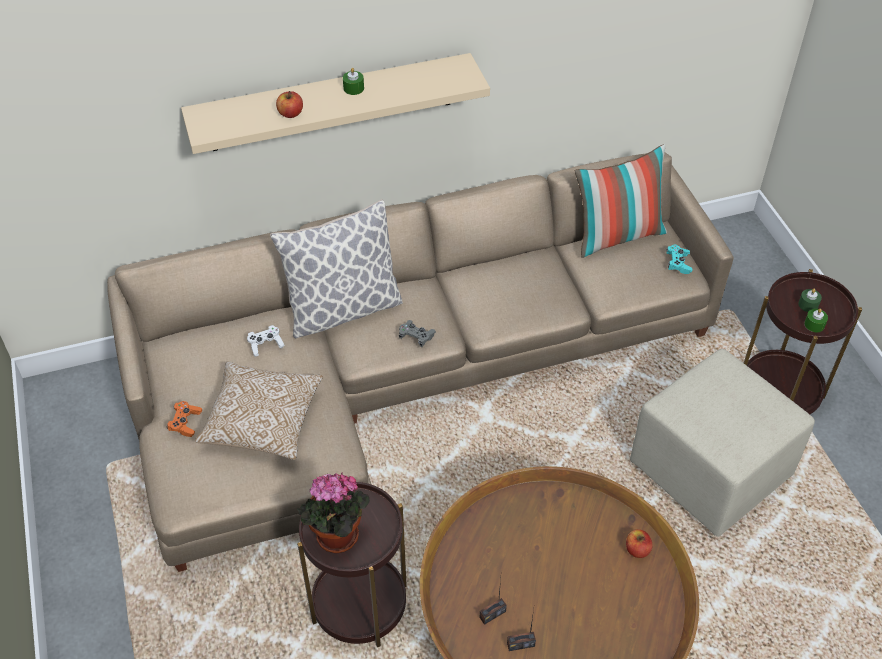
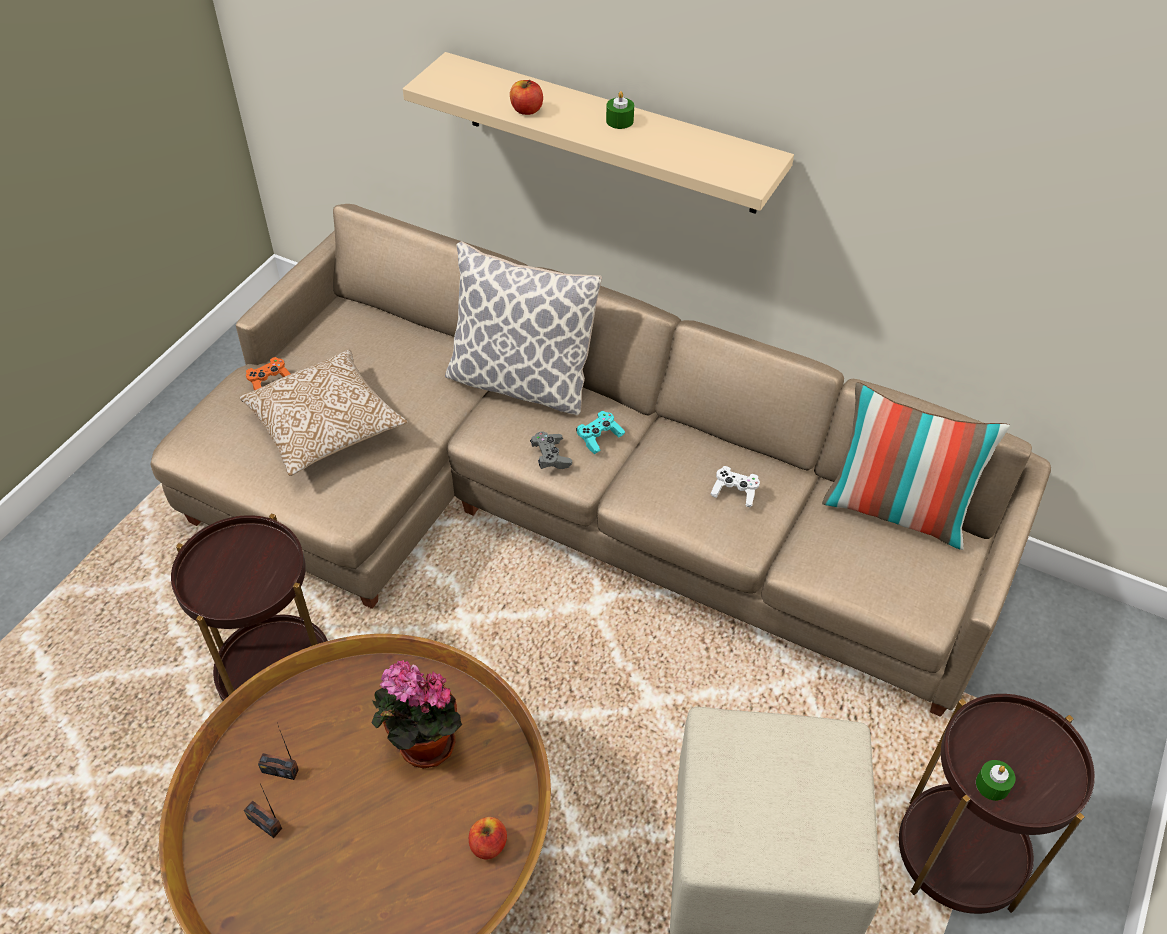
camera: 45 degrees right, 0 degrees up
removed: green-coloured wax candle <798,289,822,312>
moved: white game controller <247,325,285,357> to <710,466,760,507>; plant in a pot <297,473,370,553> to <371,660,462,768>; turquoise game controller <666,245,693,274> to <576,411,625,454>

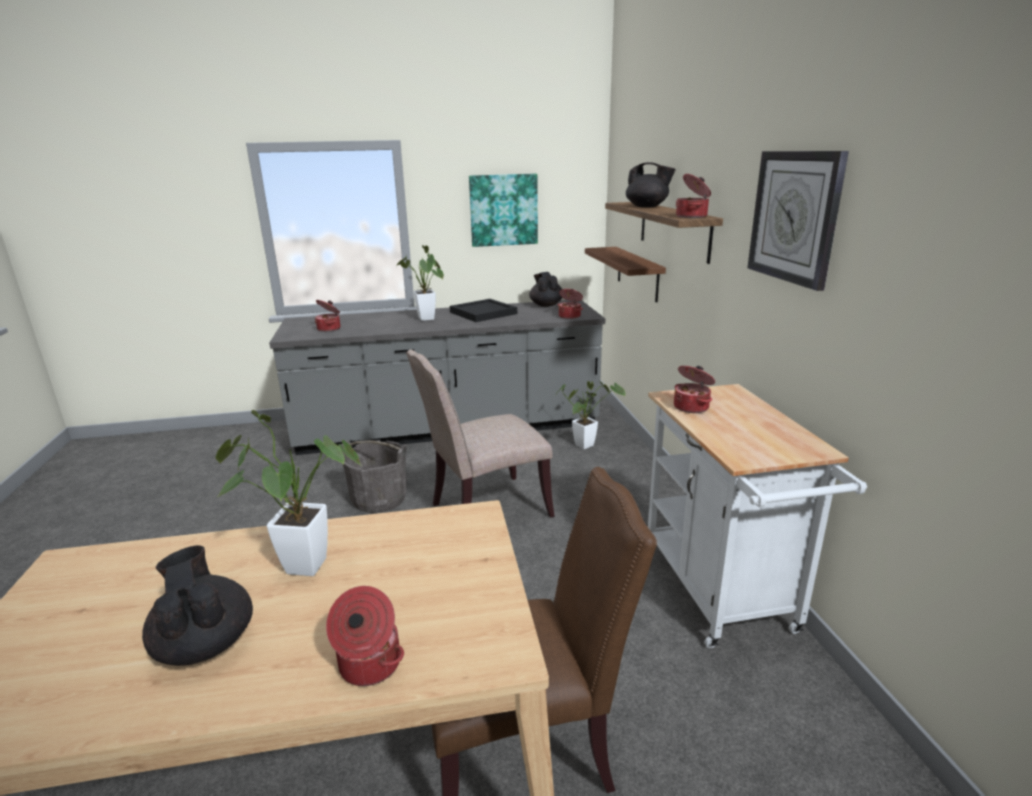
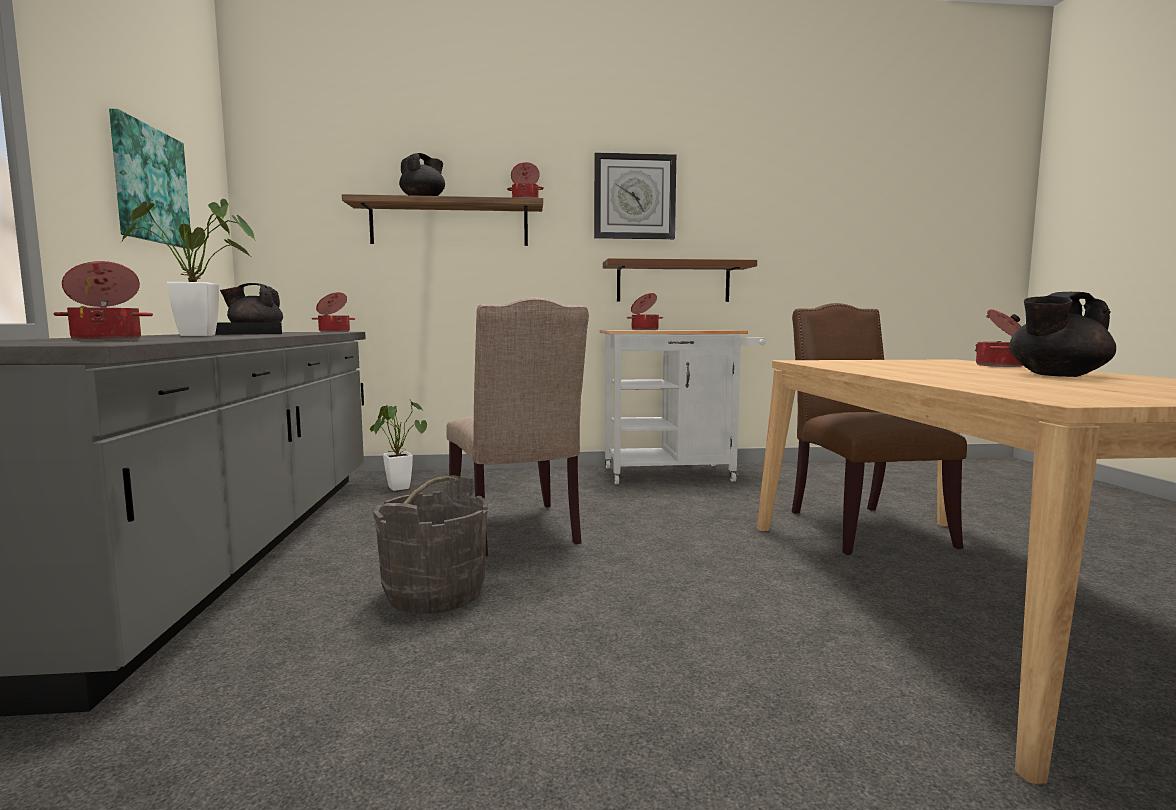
camera: 85 degrees left, 15 degrees down
removed: plant in a pot <215,410,362,576>
moved: brown bracket shelf <585,247,666,303> to <603,258,757,302>

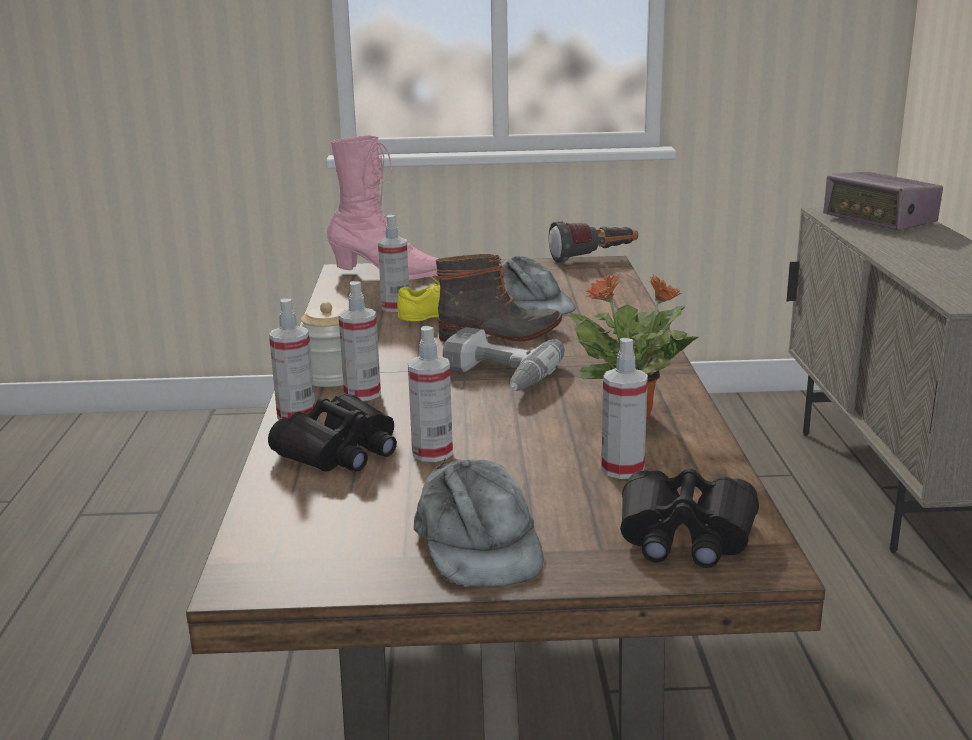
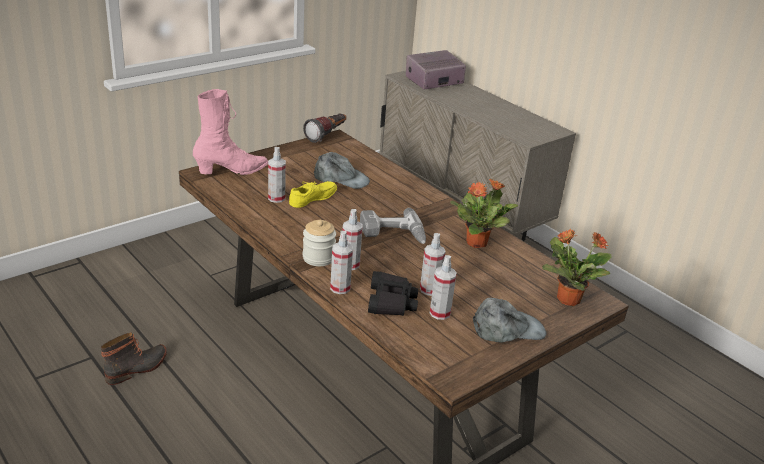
camera: 40 degrees left, 10 degrees up
moved: boot <436,254,562,342> to <101,333,167,385>; sprayer <601,338,648,479> to <430,255,457,320>
replaced: black pair of binoculars <620,468,759,568> to plant in a pot <542,229,612,306>
turned: gray peaked cap <414,458,544,587> = <473,298,547,343> 45 degrees counterclockwise; radio set <823,172,943,230> = <406,50,466,90> 135 degrees clockwise

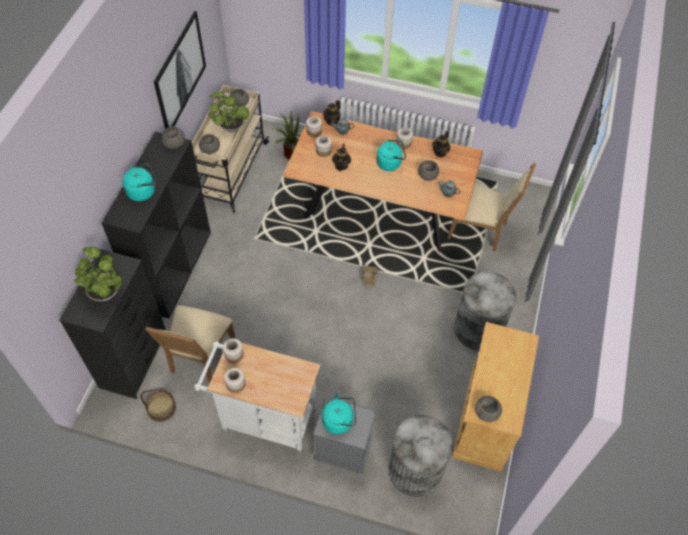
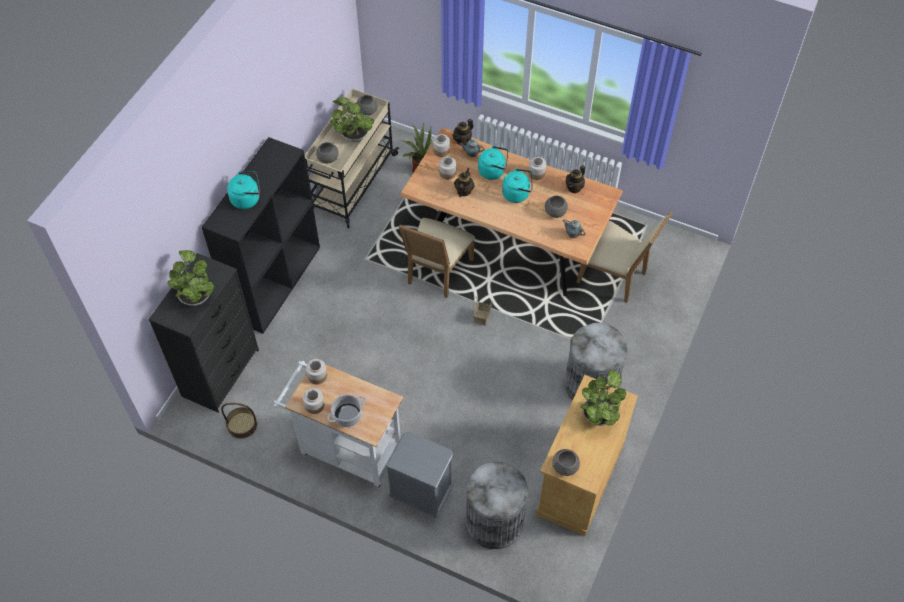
camera: 10 degrees right, 0 degrees up
removed: picture <154,11,206,129>; gray deep dish <161,126,185,149>
added: stockpot <327,394,366,427>; plant in a pot <581,370,626,426>
moved: sand-coloured upright chair <145,305,236,383> to <399,218,475,298>; turquoise kettle <322,393,356,434> to <478,146,508,180>

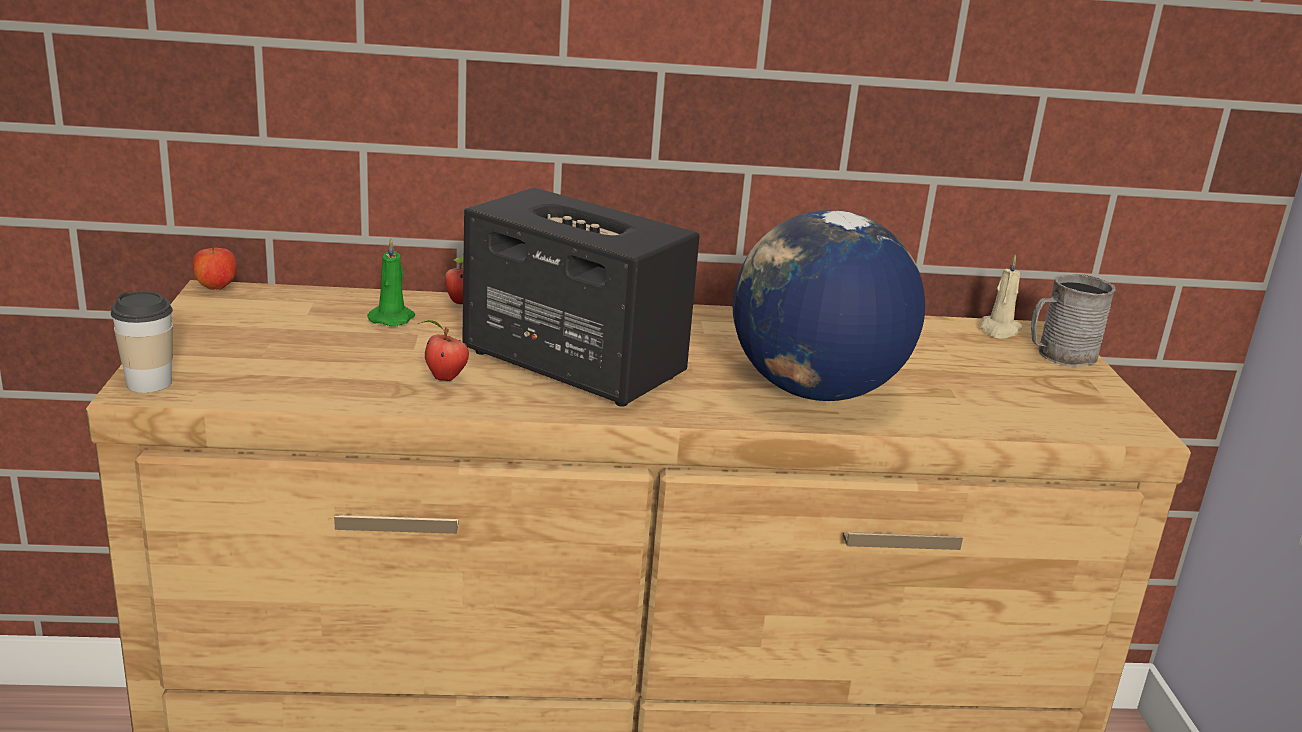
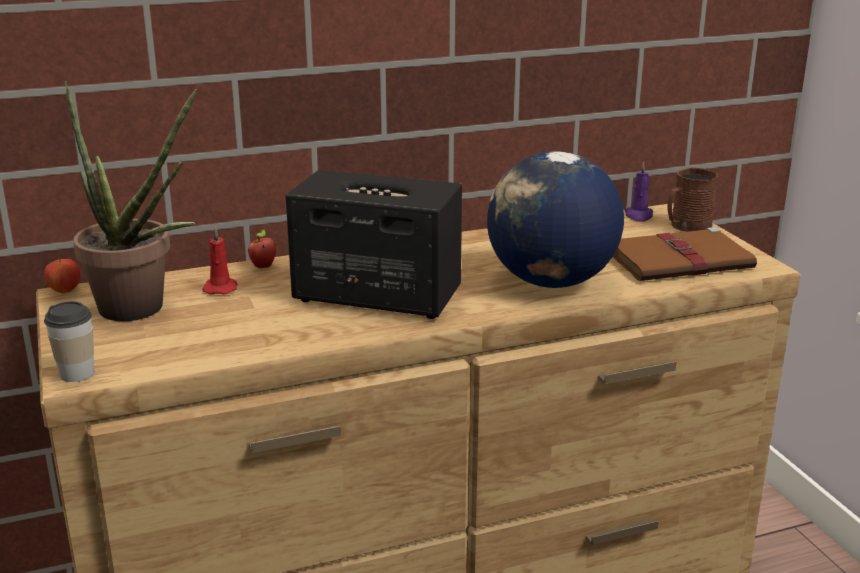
camera: 15 degrees left, 0 degrees up
removed: whole apple <419,320,469,381>
added: plant in a pot <64,81,197,321>; brown bound book <613,227,757,281>
recoloured: green-coloured wax candle <367,238,415,326> to red-coloured wax candle <202,227,237,295>; sand-coloured wax candle <980,254,1022,338> to purplish wax candle <624,162,653,222>; gray coffee mug <1031,274,1115,366> to brown coffee mug <667,167,718,232>

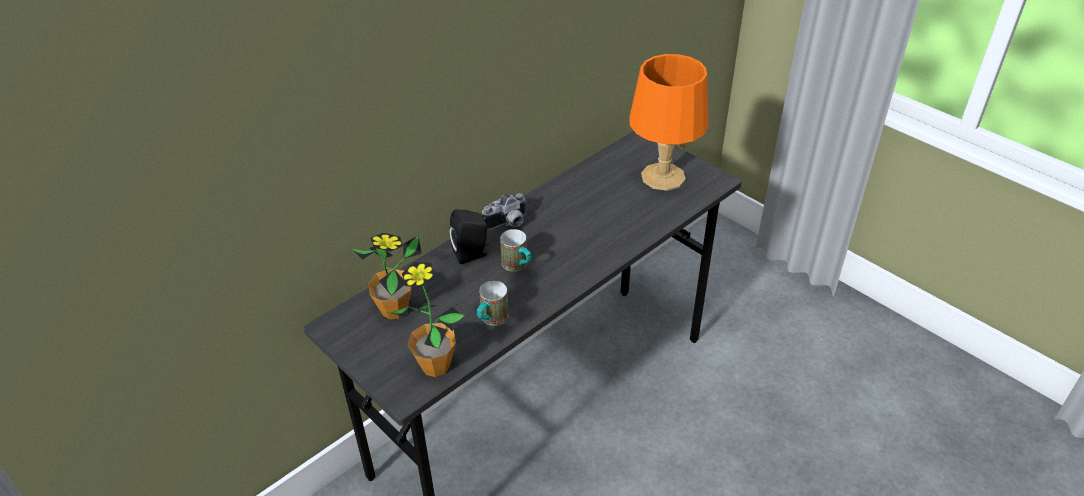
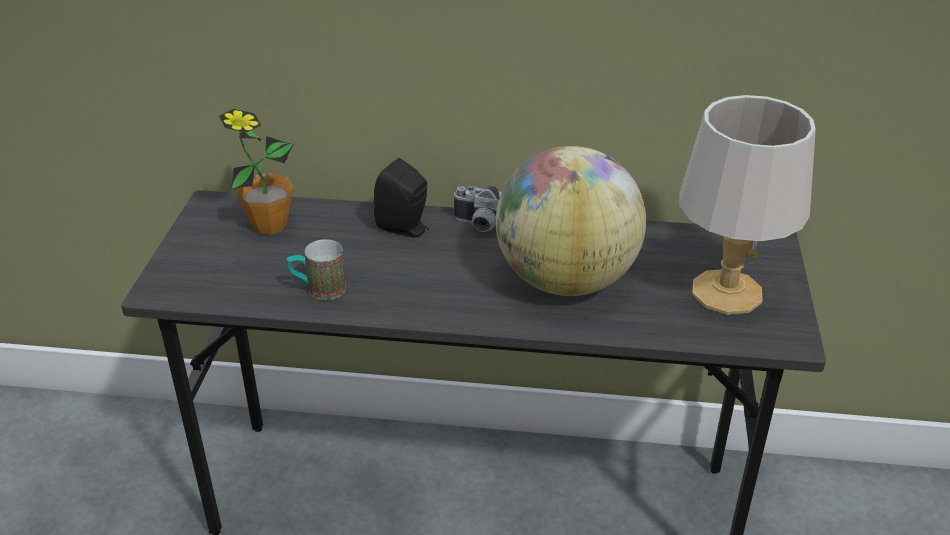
camera: 50 degrees right, 5 degrees down
removed: plant in a pot <389,262,465,377>; coffee mug <500,229,531,272>
added: desk globe <496,146,646,296>
recoloured: orangey table lamp <629,54,709,191> to gray table lamp <679,95,816,315>

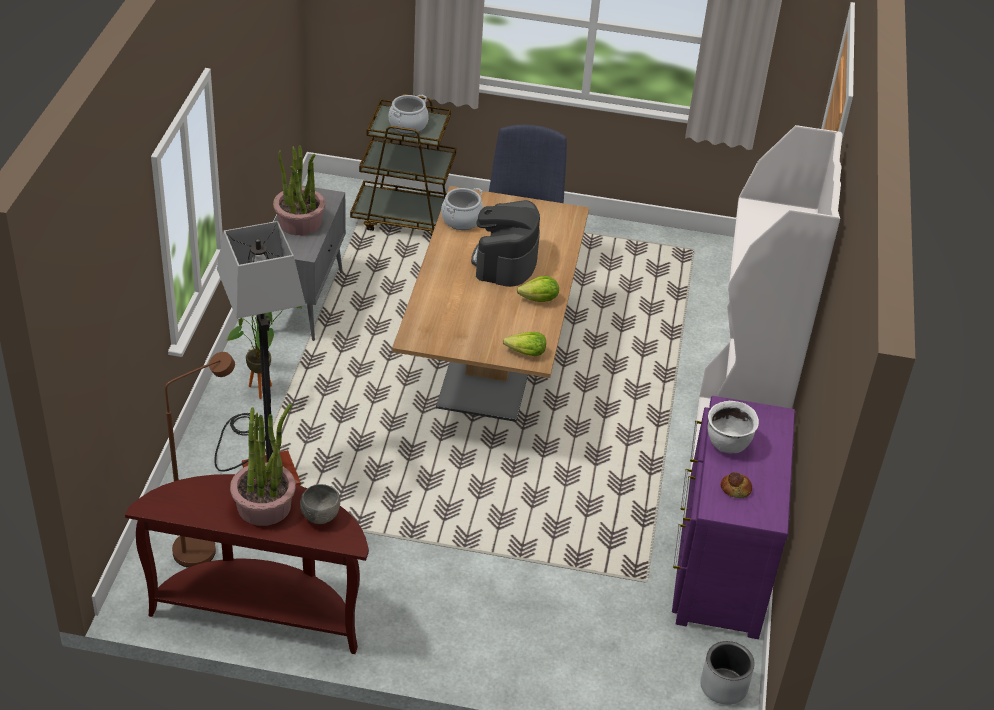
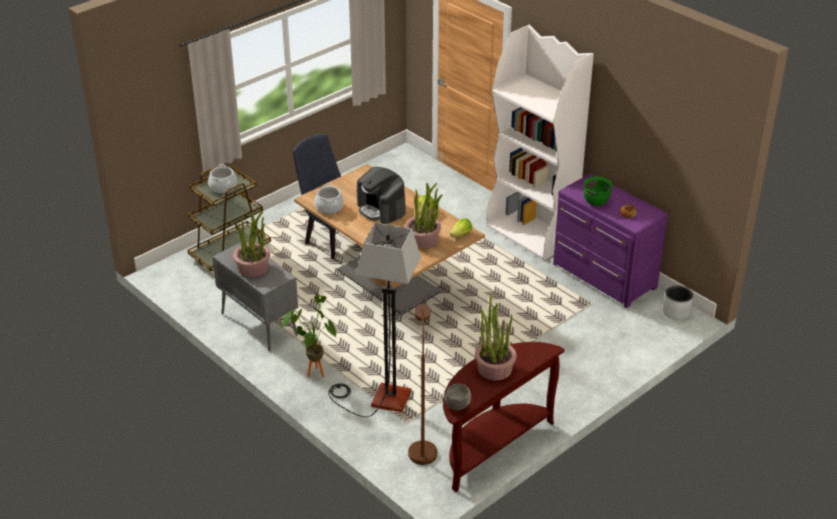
camera: 50 degrees left, 5 degrees down
added: plant in a pot <405,183,442,248>
moved: gray deep dish <300,484,340,524> to <444,384,471,410>
recoloured: white stockpot <708,401,759,453> to green-coloured stockpot <583,176,613,206>

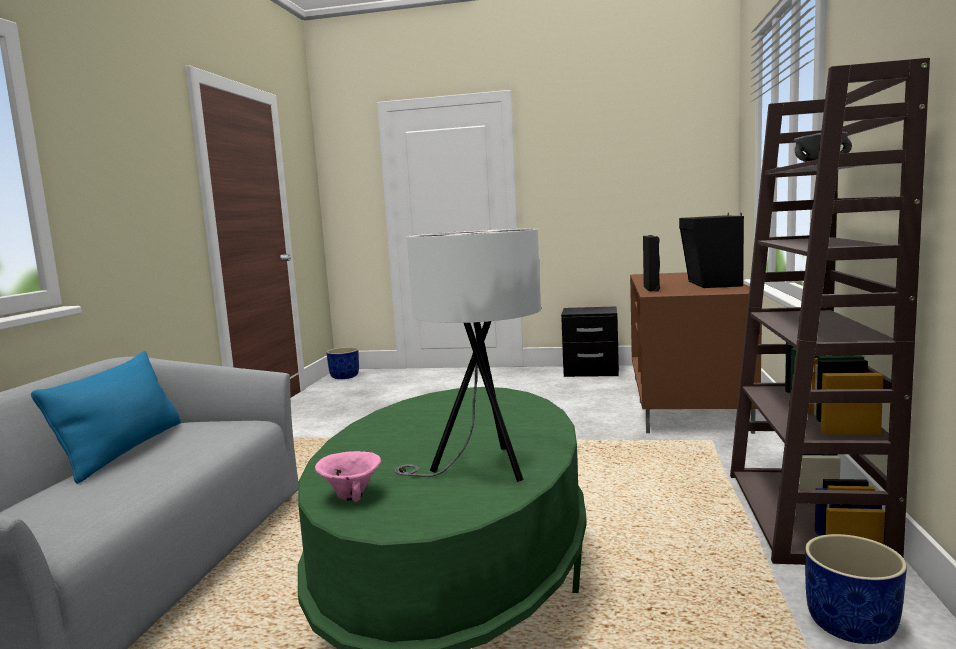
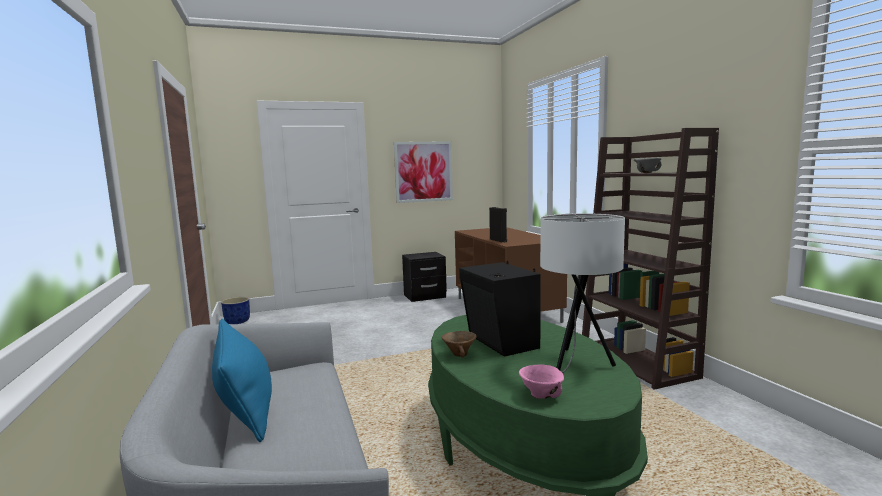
camera: 30 degrees left, 0 degrees up
removed: blue-coloured planter <805,534,907,644>
added: picture <394,141,453,203>; brown deep dish <442,331,477,358>
moved: black loudspeaker <679,213,744,288> to <459,261,541,357>

